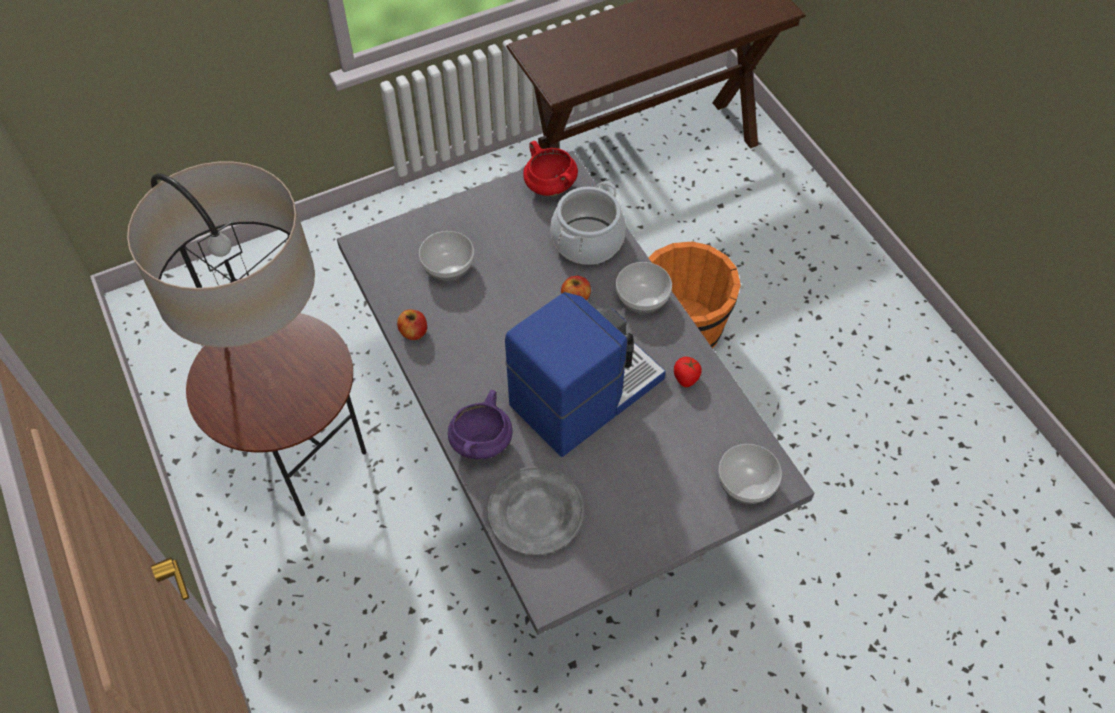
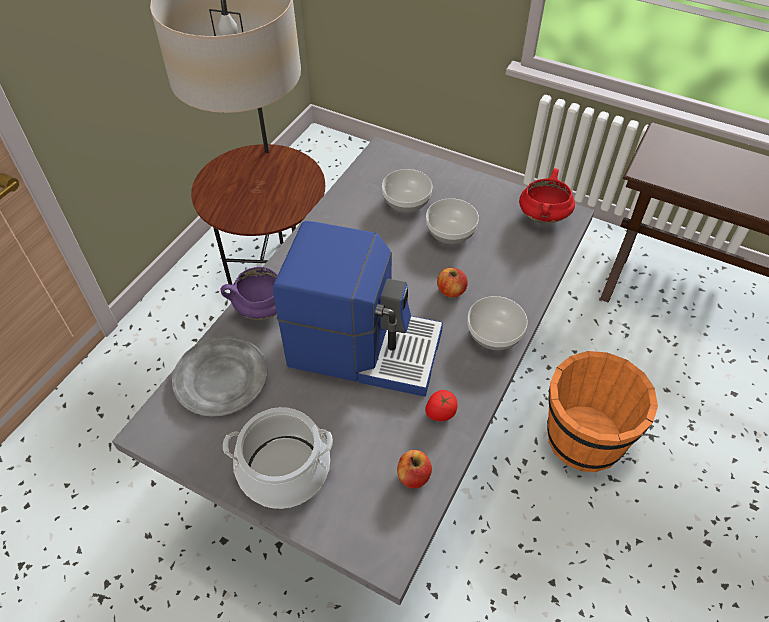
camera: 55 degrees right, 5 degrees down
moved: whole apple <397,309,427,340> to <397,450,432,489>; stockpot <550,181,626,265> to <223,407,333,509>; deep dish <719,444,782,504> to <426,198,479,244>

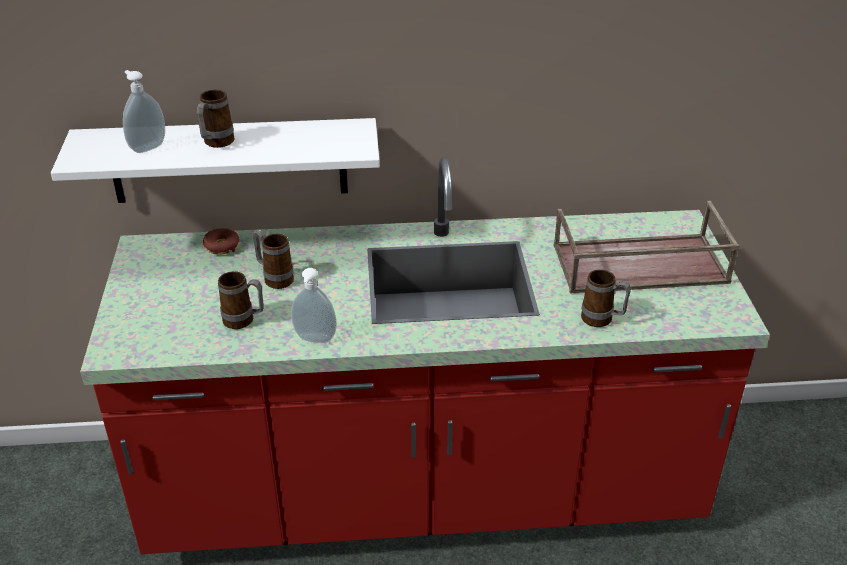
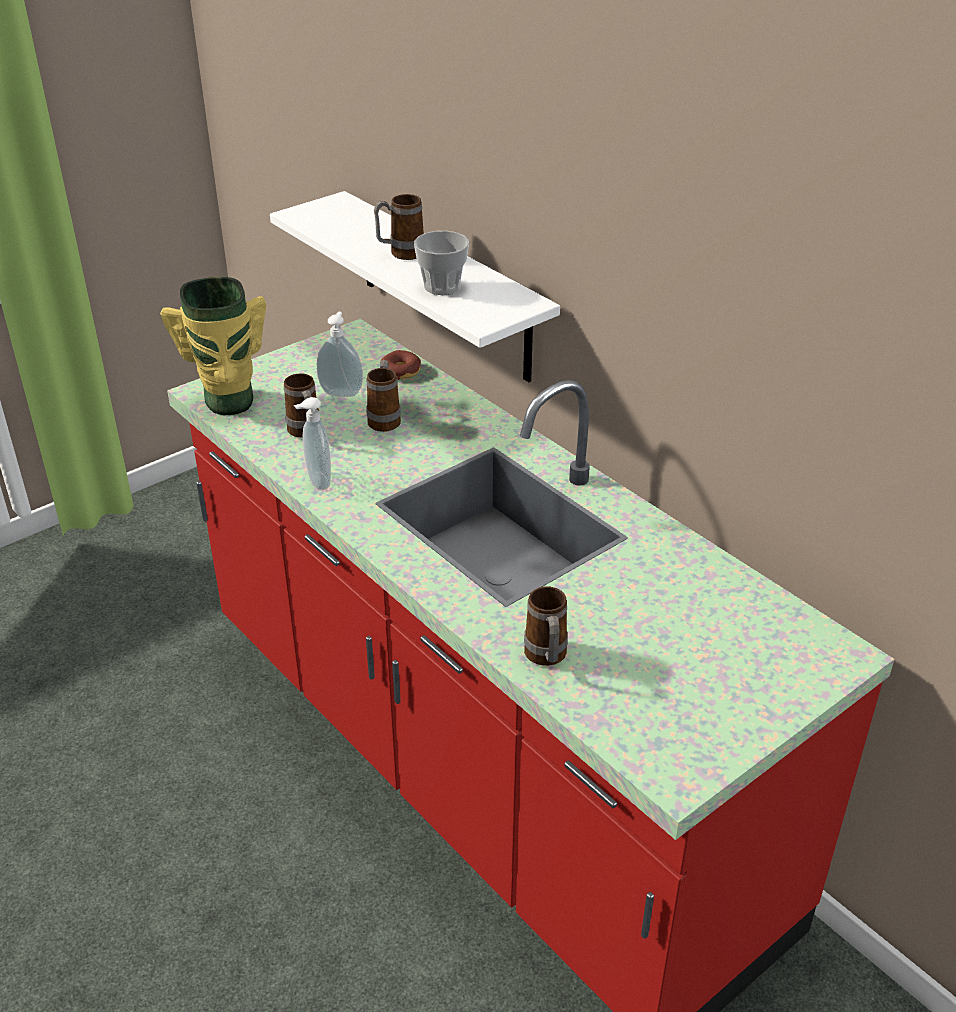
camera: 55 degrees right, 0 degrees up
removed: brown tray <553,201,739,293>
added: decorative vase <160,277,266,415>; small cup <414,231,469,295>
moved: soap bottle <123,70,165,153> to <316,312,363,397>

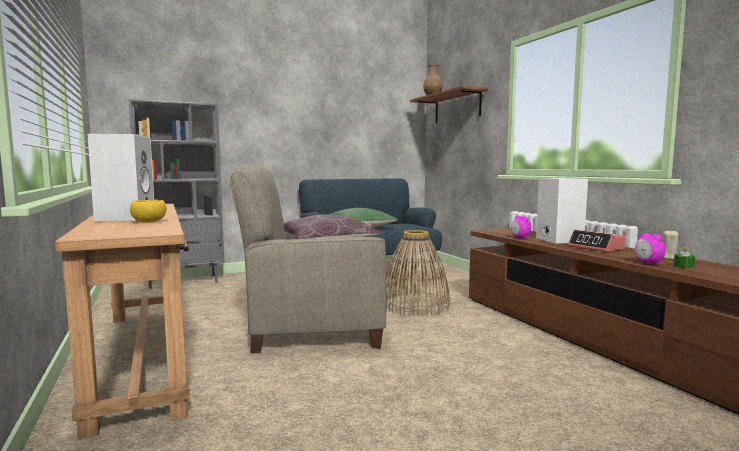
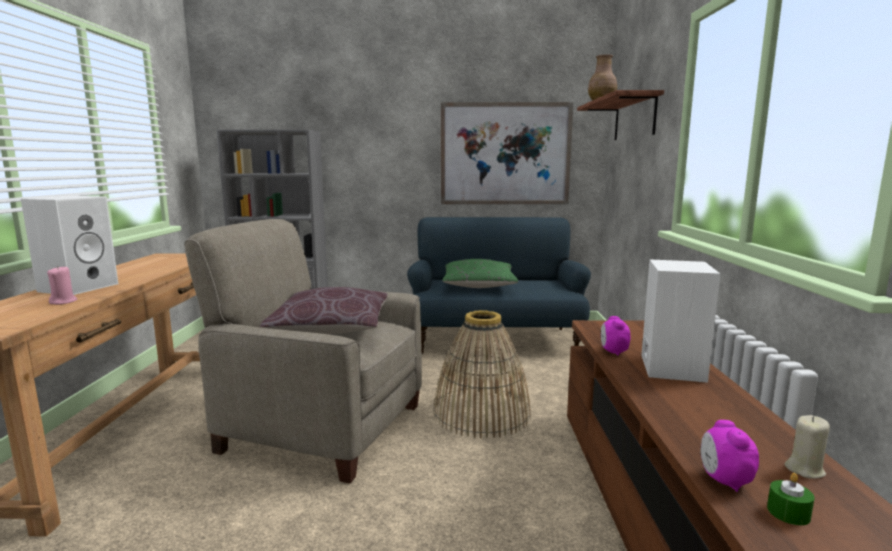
camera: 25 degrees right, 5 degrees up
removed: bedside clock <568,230,625,252>
added: picture <441,102,573,204>
replaced: yellow deep dish <130,200,166,223> to pink-coloured wax candle <47,266,77,305>

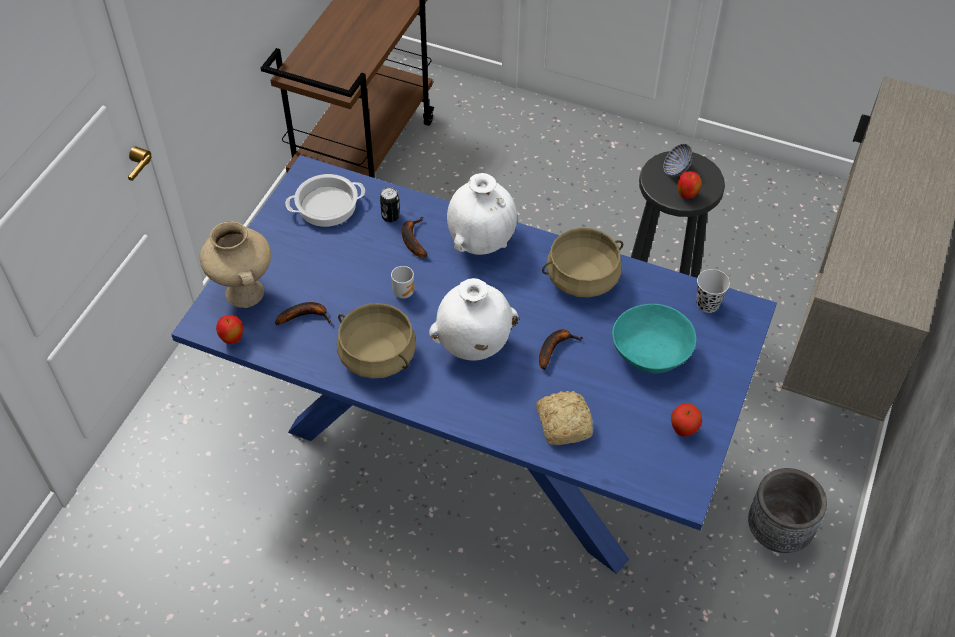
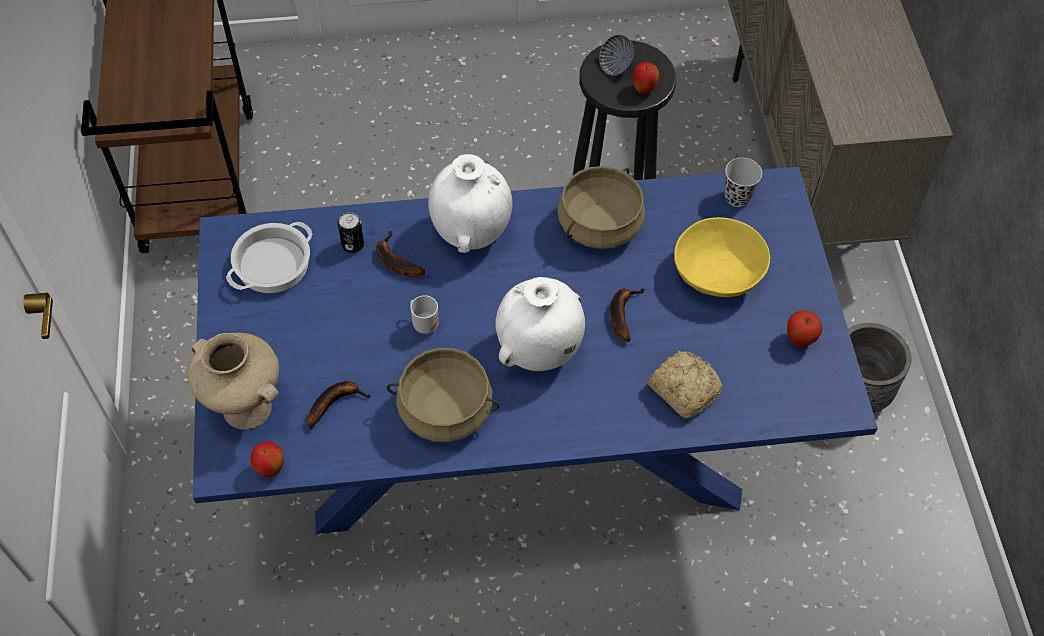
camera: 30 degrees left, 5 degrees up
recoloured: turquoise deep dish <612,304,696,374> to yellow deep dish <674,217,770,297>

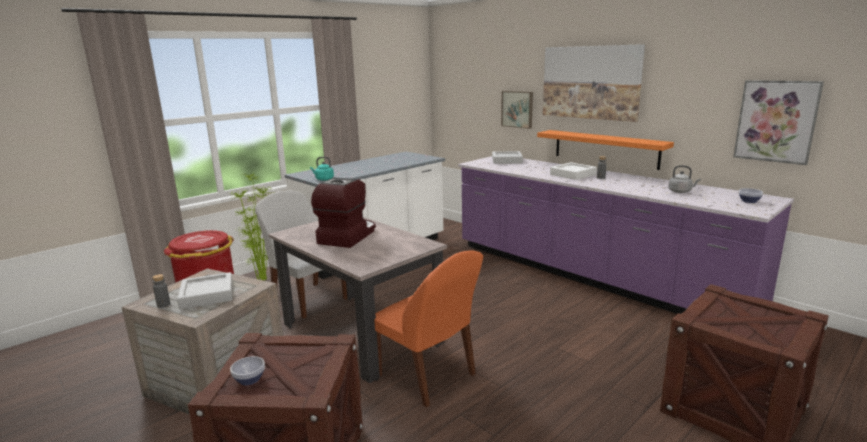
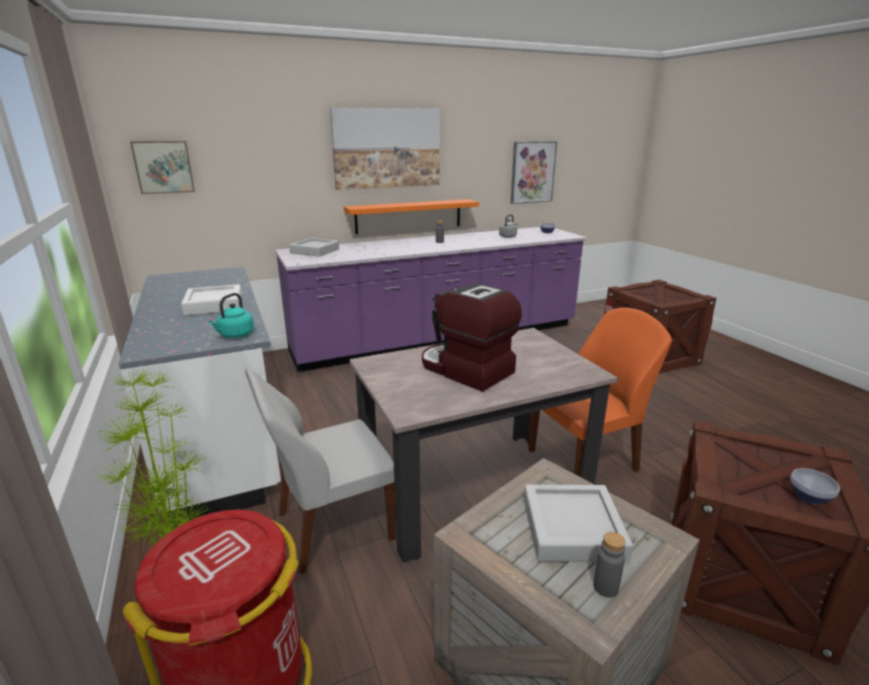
camera: 70 degrees left, 5 degrees up
moved: picture <501,91,533,129> to <130,141,195,194>; white tray <550,162,597,180> to <181,284,242,316>

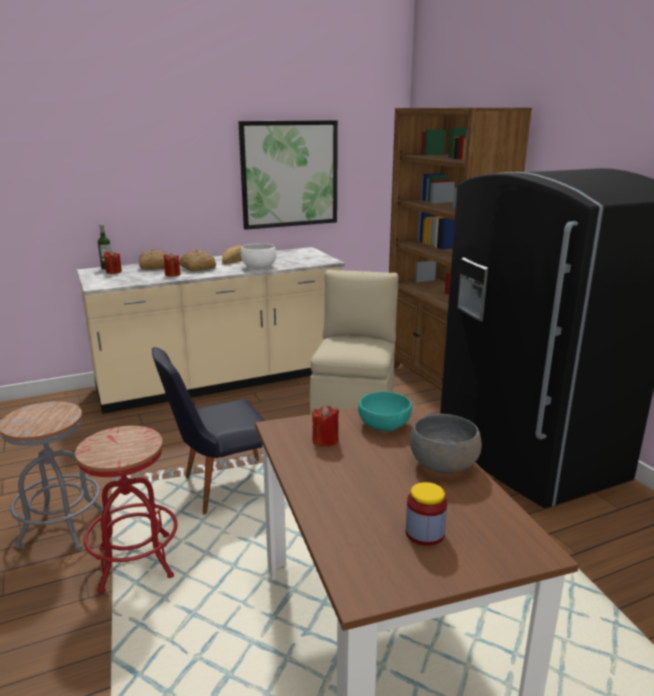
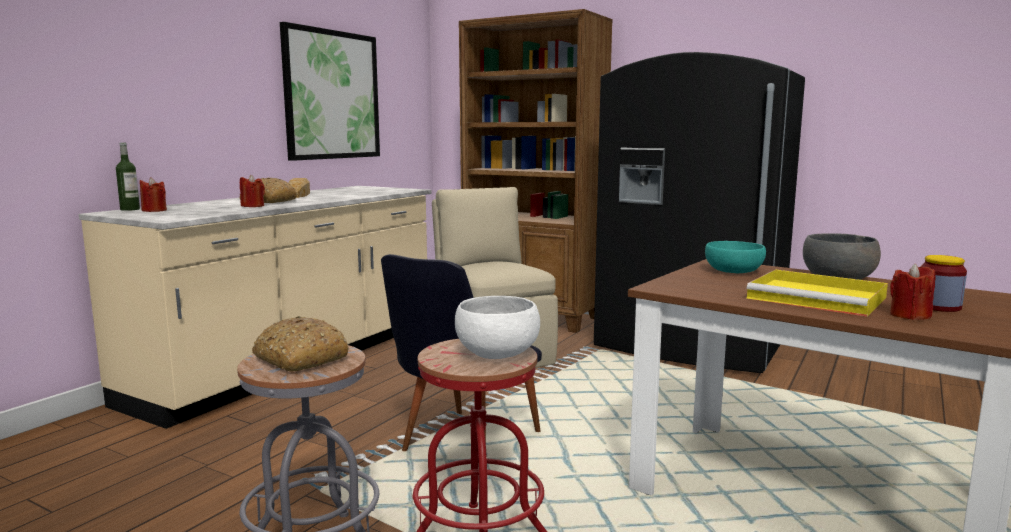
camera: 35 degrees left, 10 degrees down
added: yellow tray <746,269,888,317>
moved: baked bread <138,249,168,270> to <252,316,349,372>; white deep dish <241,243,277,269> to <455,296,540,359>; red-coloured wax candle <312,405,339,447> to <890,264,936,320>

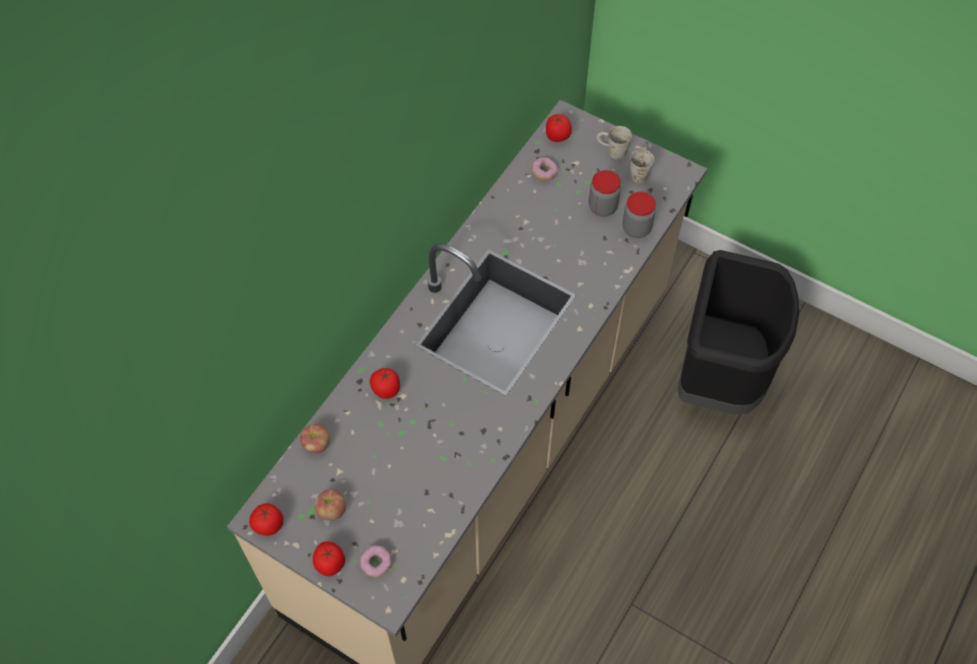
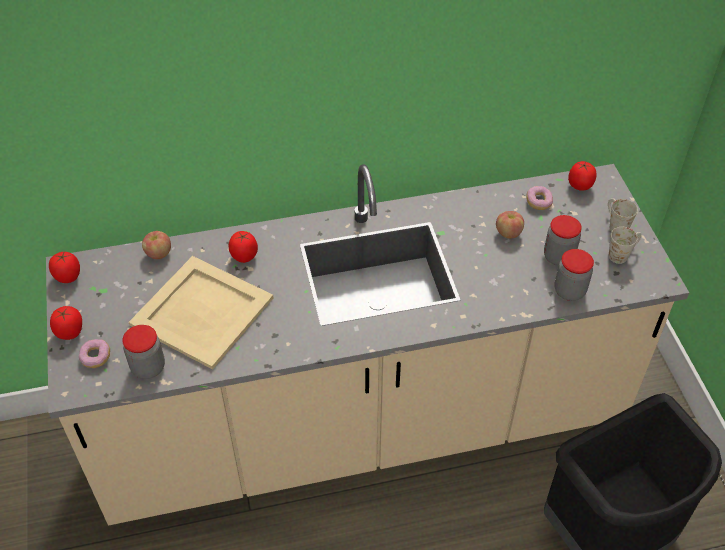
camera: 45 degrees right, 10 degrees down
added: preserve jar <122,325,165,379>; sand-coloured tray <129,256,273,370>
moved: whole apple <315,489,346,520> to <496,211,524,239>

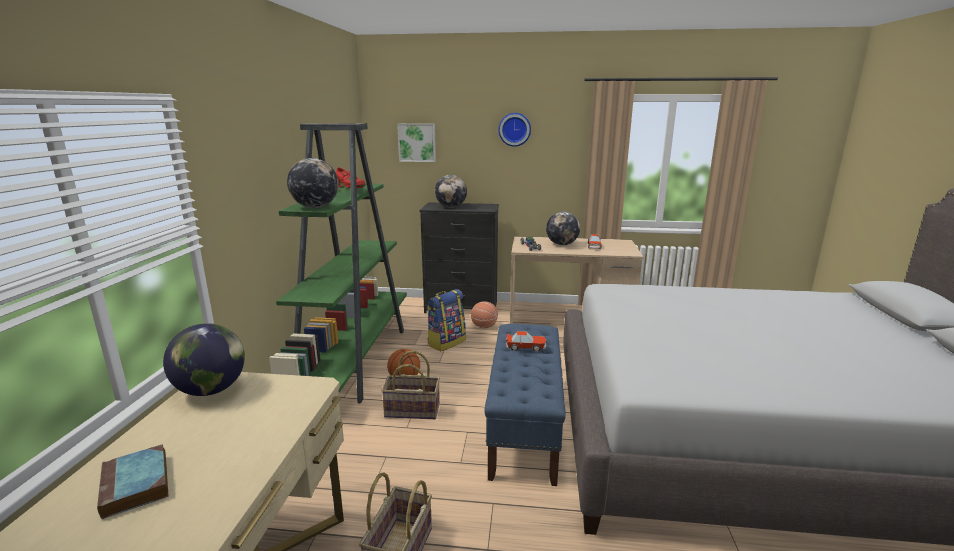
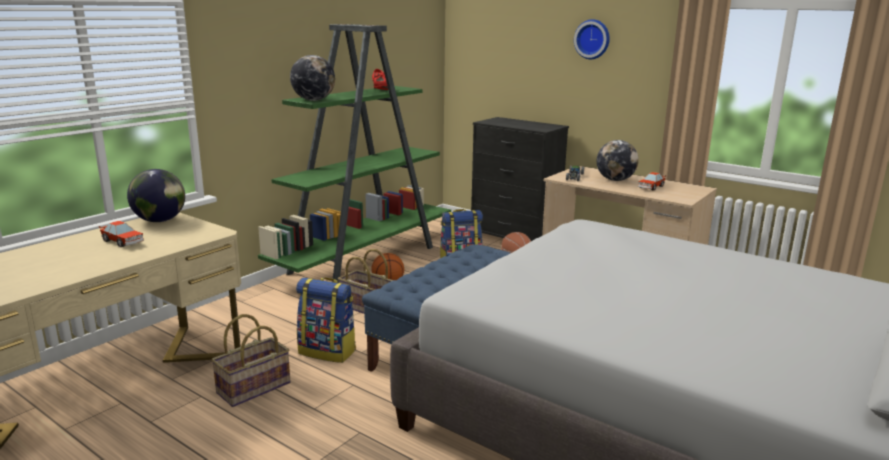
camera: 30 degrees right, 0 degrees up
removed: bound book <97,444,169,519>; picture <397,124,436,162>; desk globe <435,175,467,208>
added: backpack <296,277,356,363>
moved: model car <506,331,546,352> to <99,221,144,247>

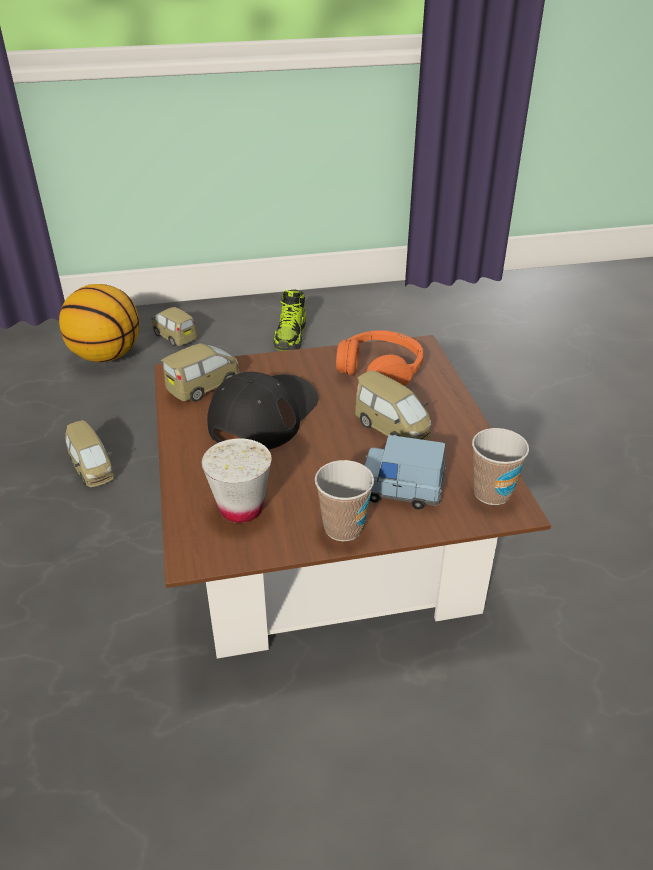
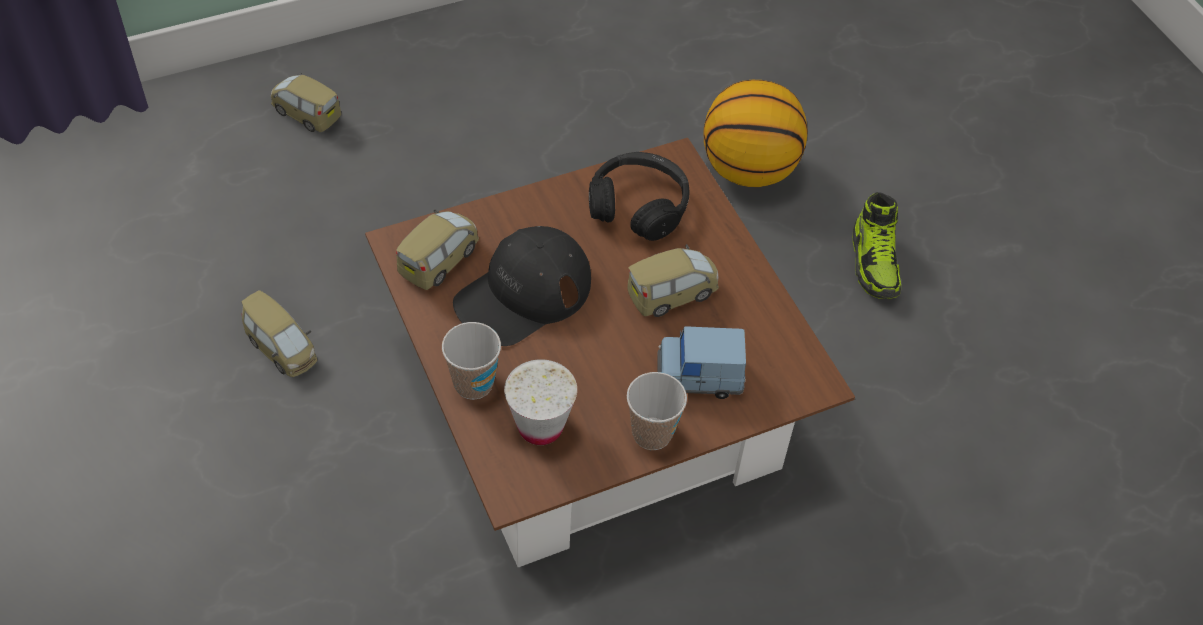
camera: 15 degrees left, 15 degrees up
moved: basketball ball <59,284,140,362> to <704,80,808,187>; item of footwear <273,289,306,351> to <853,192,901,299>; small cup <472,428,529,505> to <442,322,501,400>
recoloured: orangey pair of headphones <336,330,424,386> to black pair of headphones <589,152,690,241>
turned: black peaked cap <207,372,318,450> = <453,226,591,346> 150 degrees counterclockwise; model car <355,370,432,440> = <627,244,719,317> 60 degrees counterclockwise

